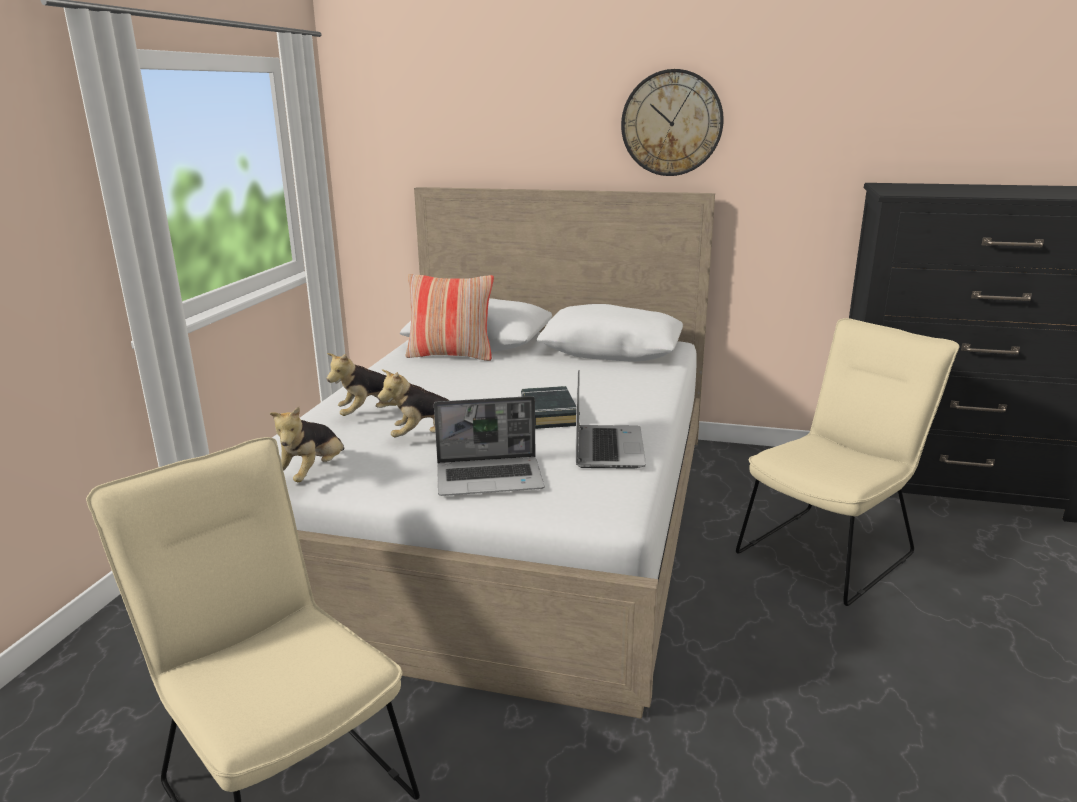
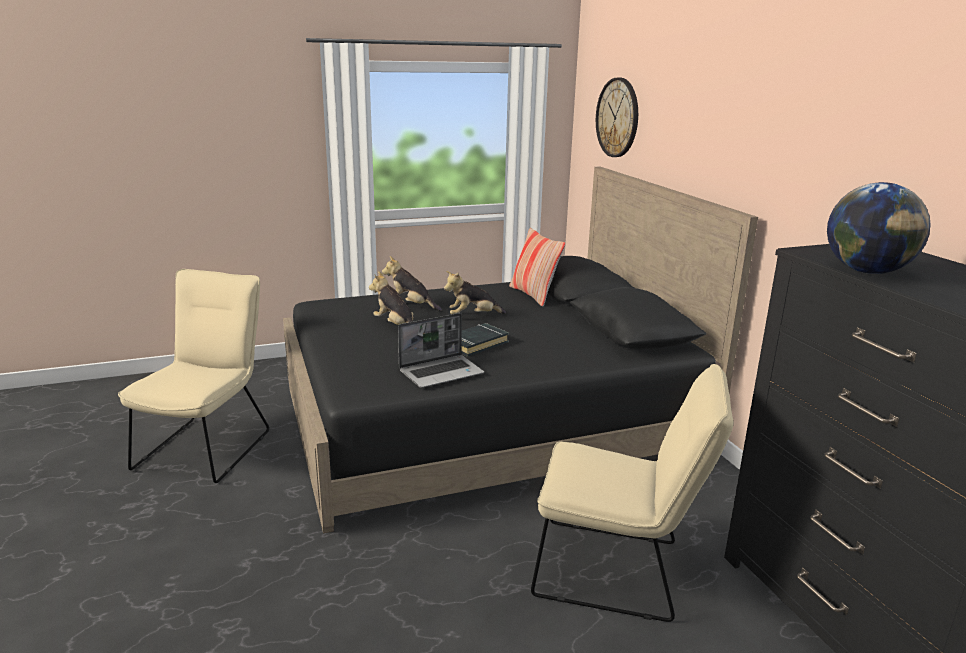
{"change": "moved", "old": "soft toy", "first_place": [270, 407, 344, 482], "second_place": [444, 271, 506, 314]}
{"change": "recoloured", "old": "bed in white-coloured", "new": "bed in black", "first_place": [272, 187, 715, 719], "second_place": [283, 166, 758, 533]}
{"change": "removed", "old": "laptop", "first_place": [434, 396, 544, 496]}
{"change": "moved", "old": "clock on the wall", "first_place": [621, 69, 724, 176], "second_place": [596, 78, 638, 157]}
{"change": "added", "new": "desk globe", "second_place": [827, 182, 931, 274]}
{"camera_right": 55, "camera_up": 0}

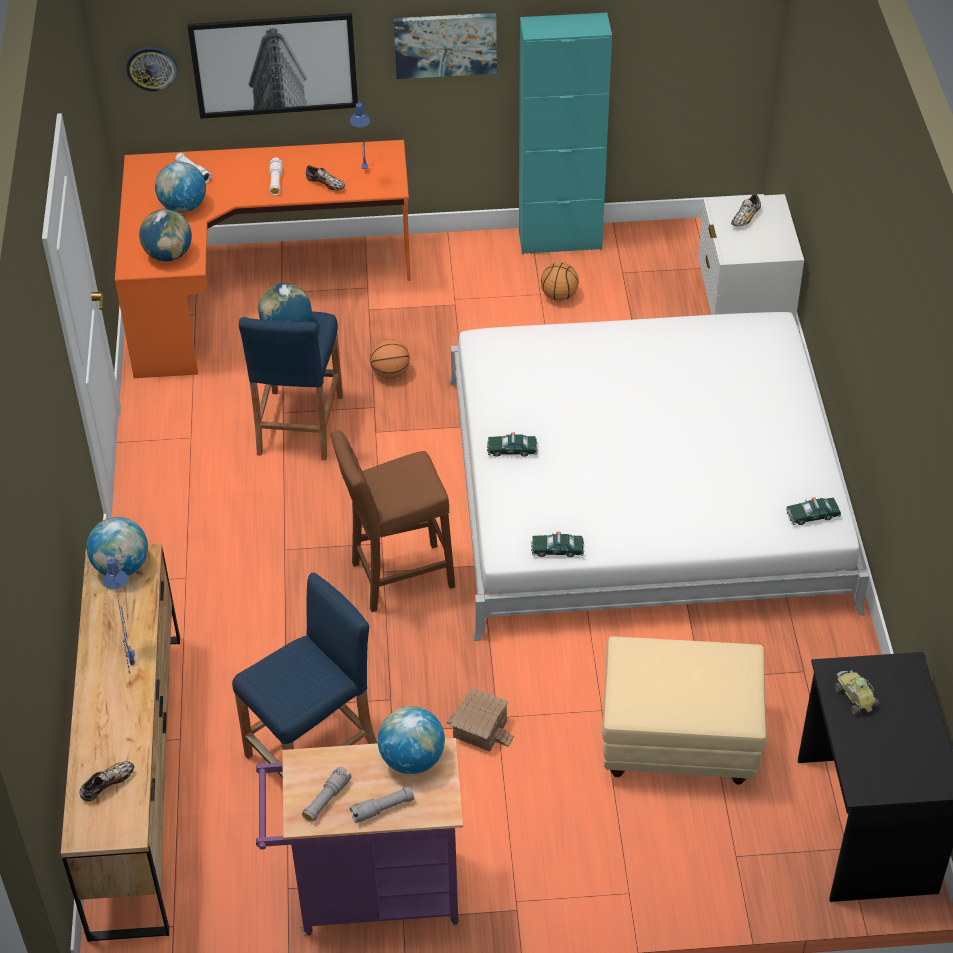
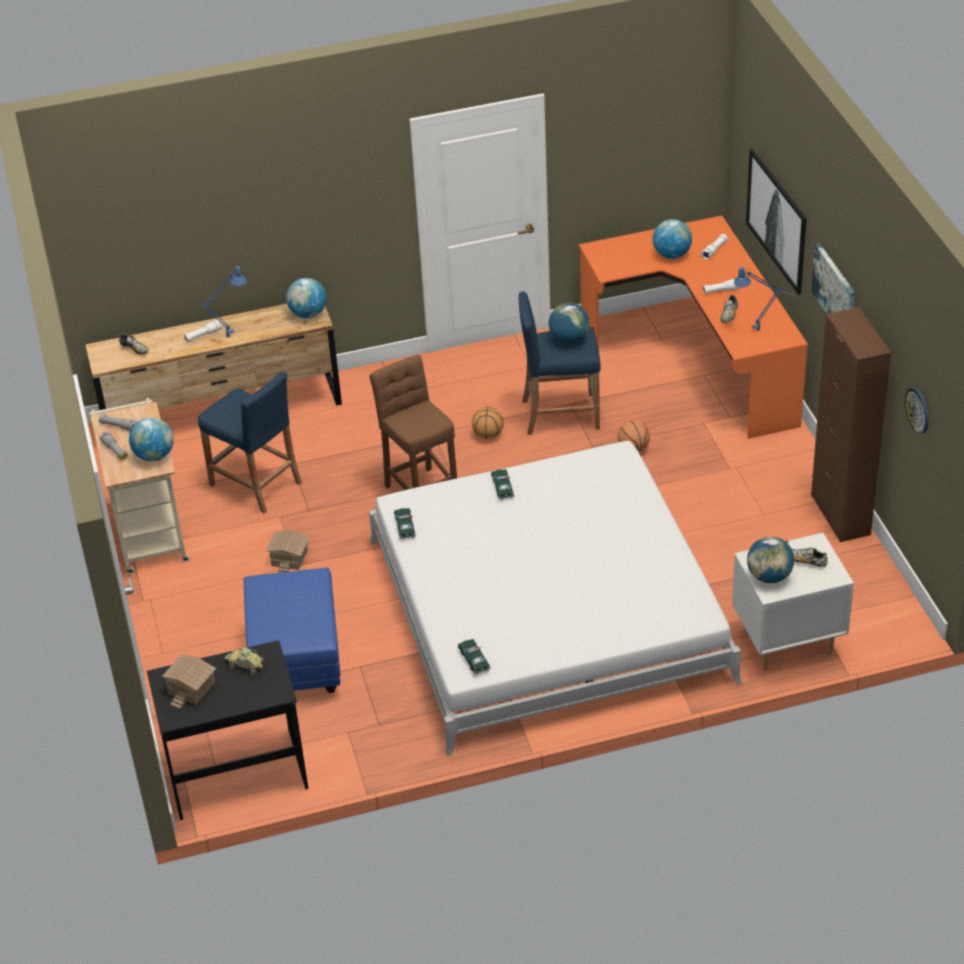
{"change": "moved", "old": "clock on the wall", "first_place": [126, 47, 177, 92], "second_place": [905, 387, 929, 434]}
{"change": "moved", "old": "desk globe", "first_place": [139, 209, 192, 261], "second_place": [747, 536, 794, 583]}
{"change": "recoloured", "old": "trolley in purple", "new": "trolley in beige", "first_place": [256, 738, 463, 935], "second_place": [89, 398, 190, 574]}
{"change": "recoloured", "old": "storage cabinet in turquoise", "new": "storage cabinet in brownish", "first_place": [519, 13, 612, 255], "second_place": [811, 307, 891, 542]}
{"change": "moved", "old": "ball for basketball", "first_place": [541, 262, 579, 301], "second_place": [472, 407, 504, 439]}
{"change": "recoloured", "old": "ottoman in beige", "new": "ottoman in bluish", "first_place": [602, 636, 767, 785], "second_place": [244, 568, 340, 693]}
{"change": "turned", "old": "miniature car", "first_place": [835, 670, 879, 716], "second_place": [225, 647, 265, 676], "degrees": -120}
{"change": "added", "new": "toy house", "second_place": [162, 654, 216, 709]}
{"change": "added", "new": "flashlight in white-coloured", "second_place": [184, 320, 222, 342]}
{"camera_right": 80, "camera_up": -5}

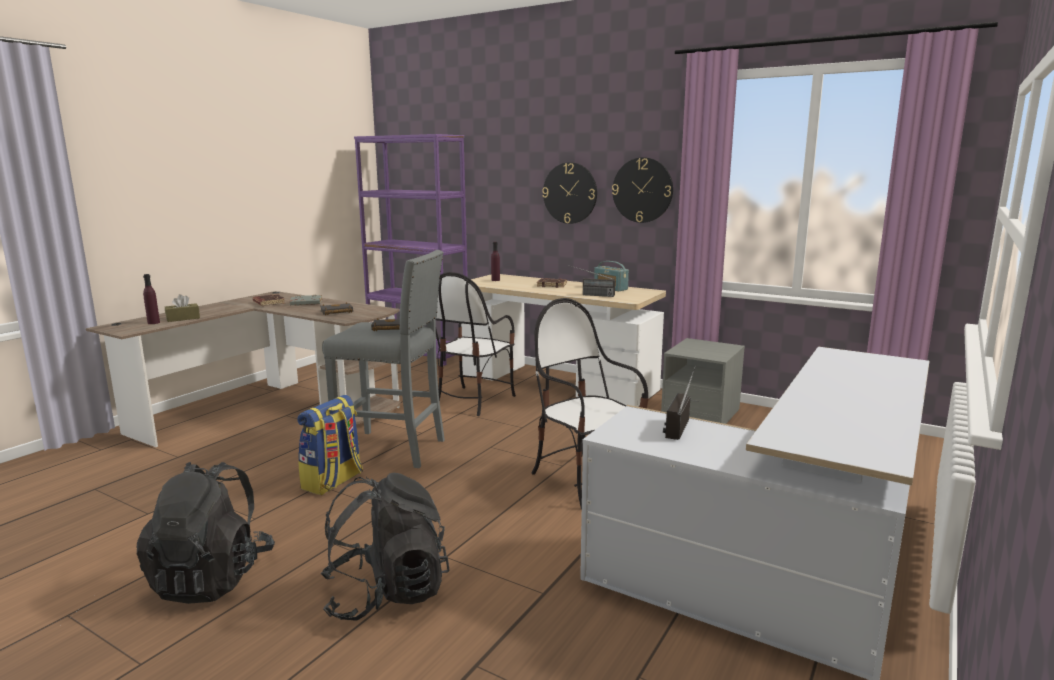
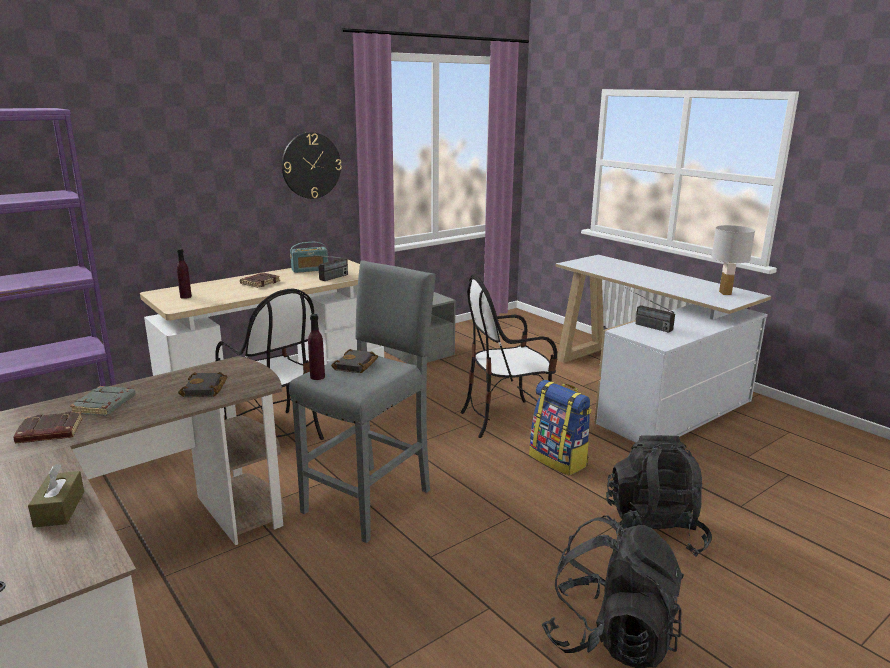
{"change": "moved", "old": "drink bottle in purple", "first_place": [143, 274, 160, 324], "second_place": [308, 314, 325, 380]}
{"change": "moved", "old": "rucksack", "first_place": [297, 395, 363, 495], "second_place": [529, 380, 592, 475]}
{"change": "removed", "old": "clock on the wall", "first_place": [542, 162, 597, 224]}
{"change": "added", "new": "lamp for a table in white-coloured", "second_place": [711, 225, 755, 295]}
{"camera_right": -70, "camera_up": 5}

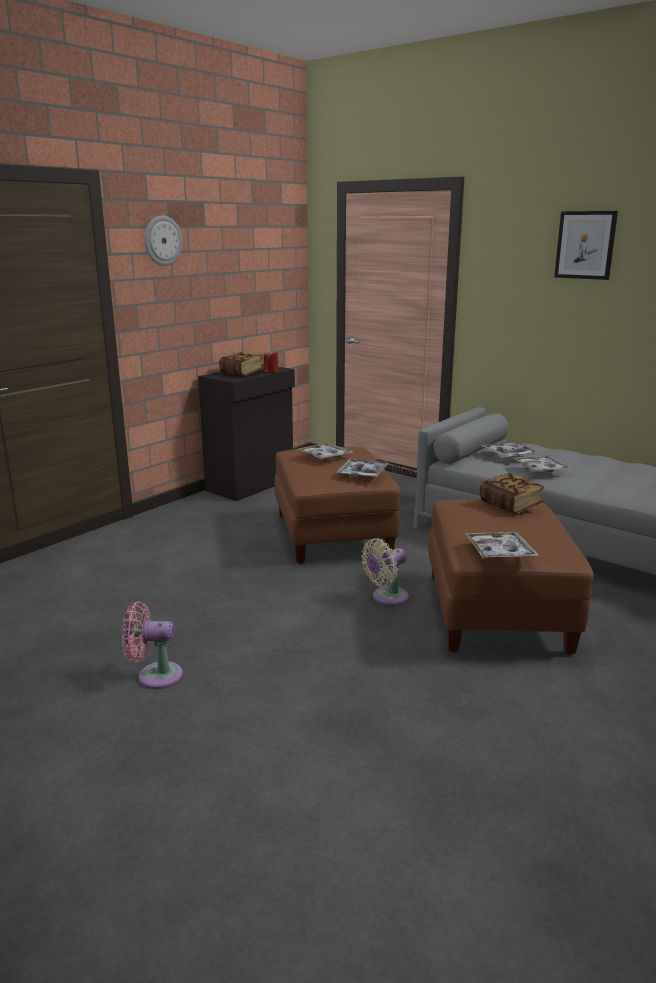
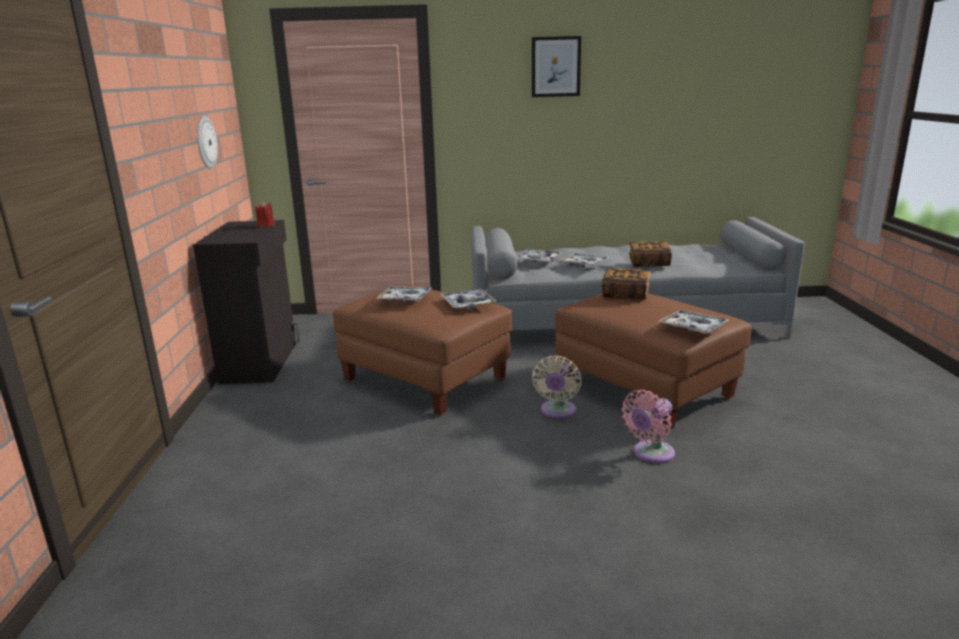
{"change": "moved", "old": "fan in pink", "first_place": [122, 601, 183, 689], "second_place": [622, 390, 675, 464]}
{"change": "moved", "old": "clock on the wall", "first_place": [144, 215, 183, 266], "second_place": [197, 116, 218, 169]}
{"change": "moved", "old": "book", "first_place": [219, 352, 264, 376], "second_place": [629, 241, 672, 267]}
{"camera_right": -40, "camera_up": 0}

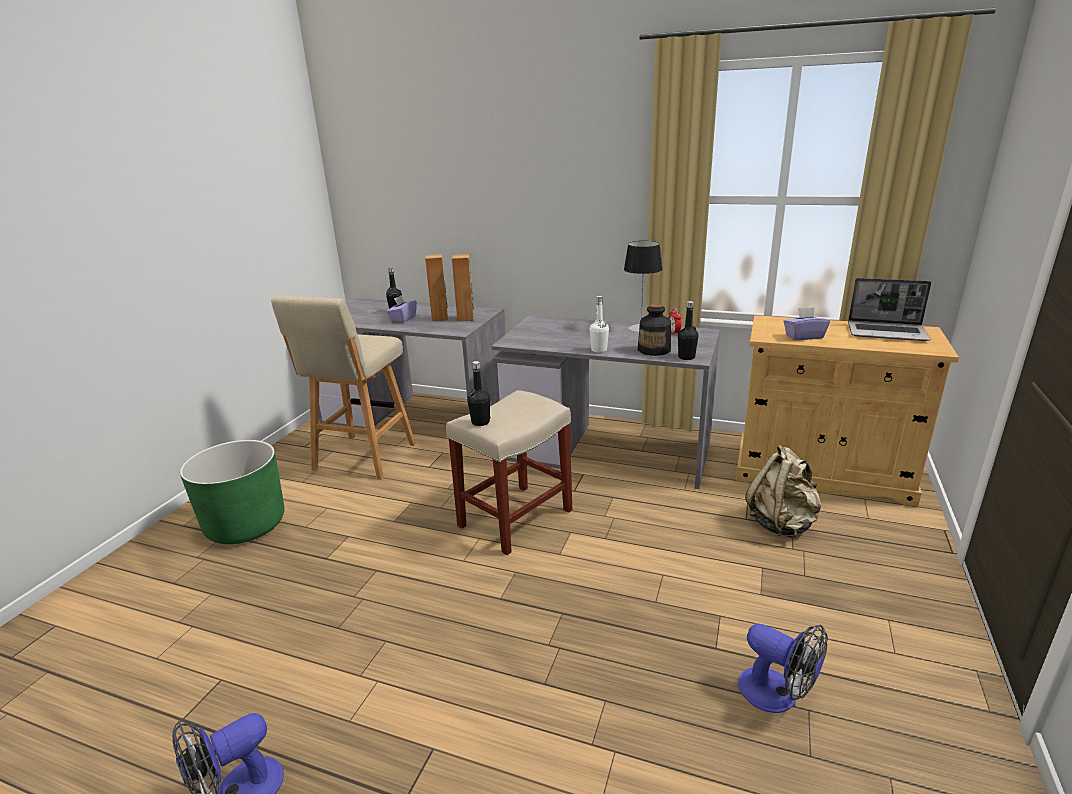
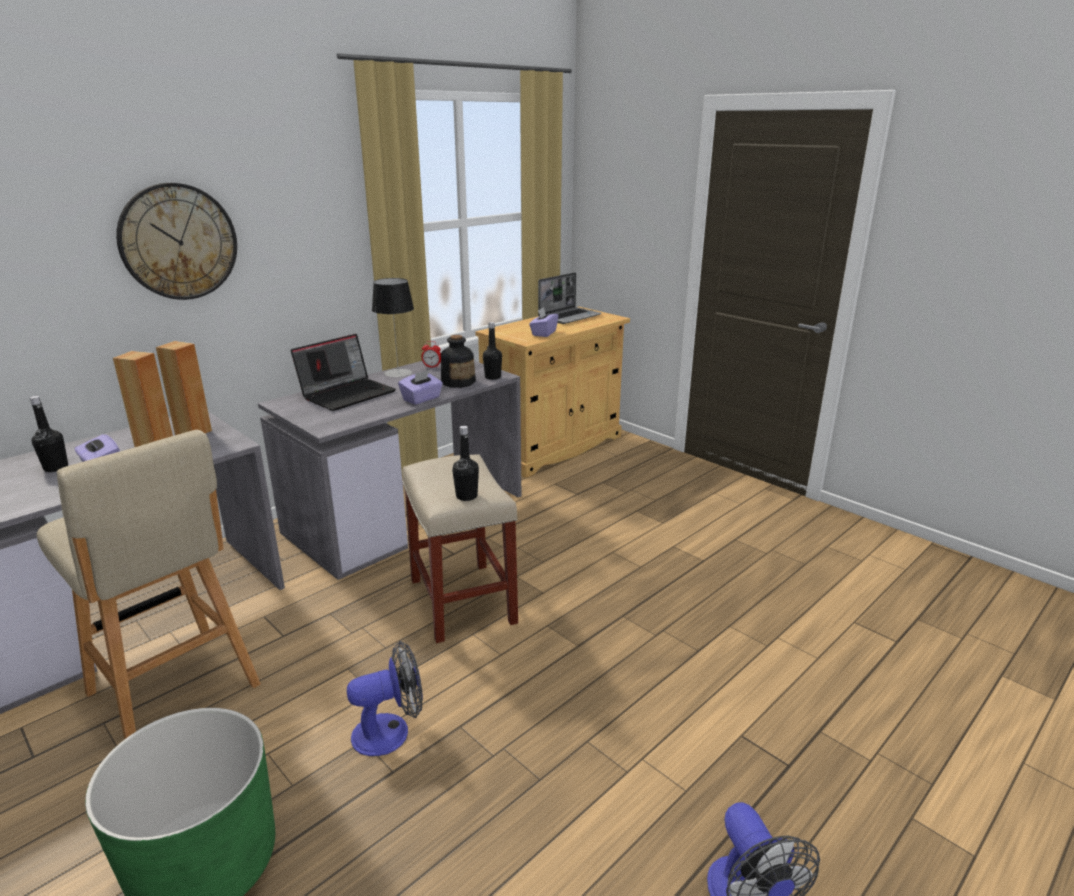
{"change": "replaced", "old": "drink bottle in white-coloured", "new": "box of tissues in purple", "first_place": [590, 296, 609, 353], "second_place": [398, 370, 443, 405]}
{"change": "moved", "old": "fan", "first_place": [738, 624, 828, 713], "second_place": [347, 641, 423, 756]}
{"change": "removed", "old": "rucksack in beige", "first_place": [745, 445, 822, 538]}
{"change": "added", "new": "clock on the wall", "second_place": [116, 183, 237, 300]}
{"change": "added", "new": "laptop", "second_place": [291, 334, 396, 411]}
{"camera_right": -65, "camera_up": 0}

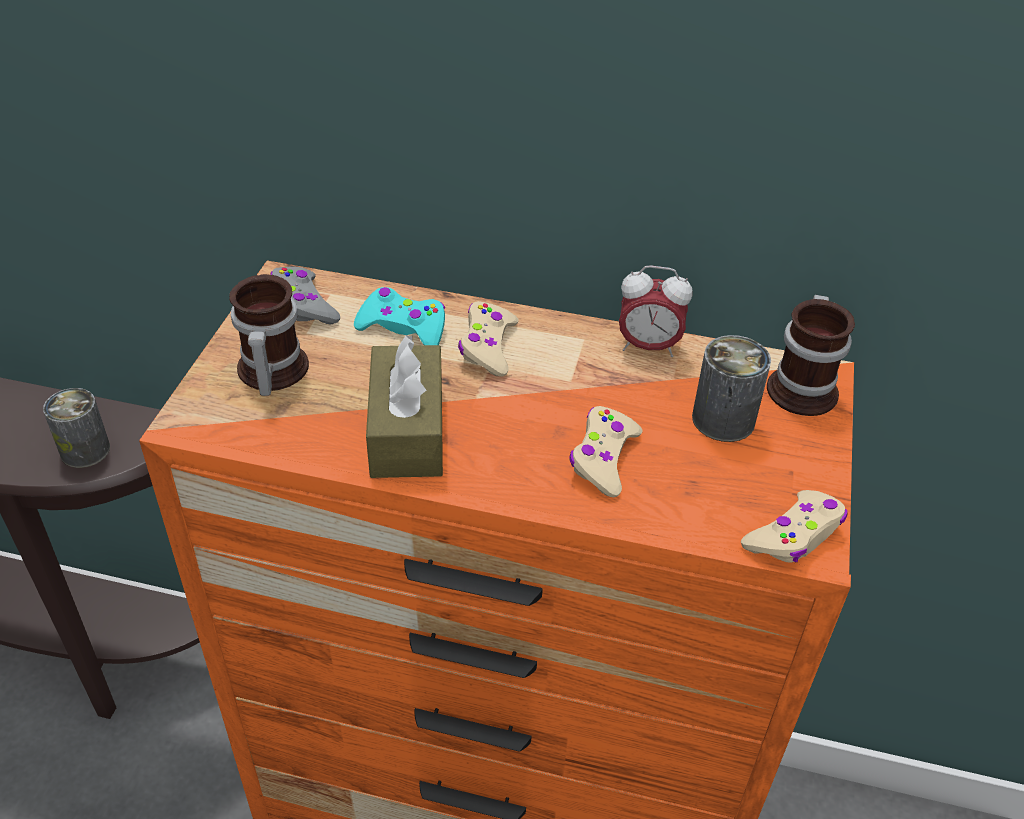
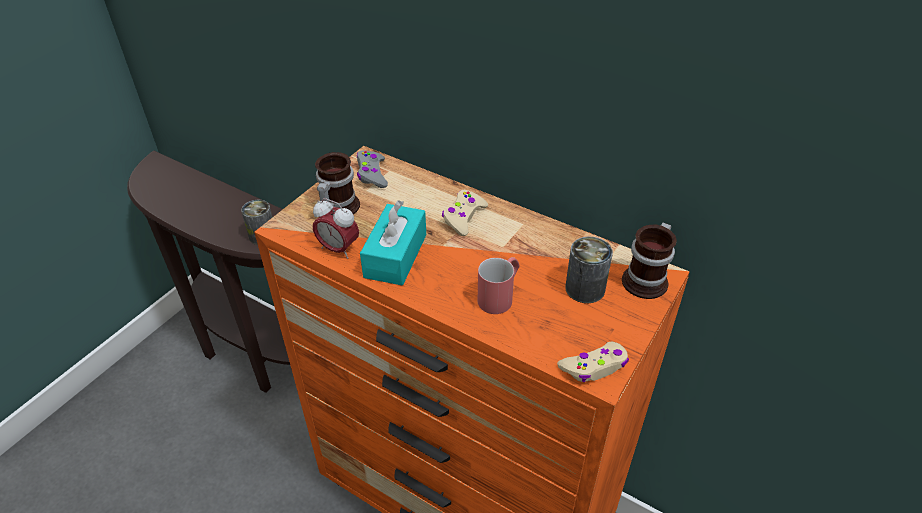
{"change": "removed", "old": "game controller in turquoise", "first_place": [354, 287, 445, 345]}
{"change": "recoloured", "old": "box of tissues in brownish", "new": "box of tissues in turquoise", "first_place": [366, 335, 443, 478], "second_place": [360, 200, 426, 285]}
{"change": "replaced", "old": "game controller in beige", "new": "mug in reddish", "first_place": [569, 406, 642, 497], "second_place": [478, 257, 520, 314]}
{"change": "moved", "old": "table clock", "first_place": [619, 265, 692, 357], "second_place": [313, 198, 359, 259]}
{"camera_right": 20, "camera_up": 0}

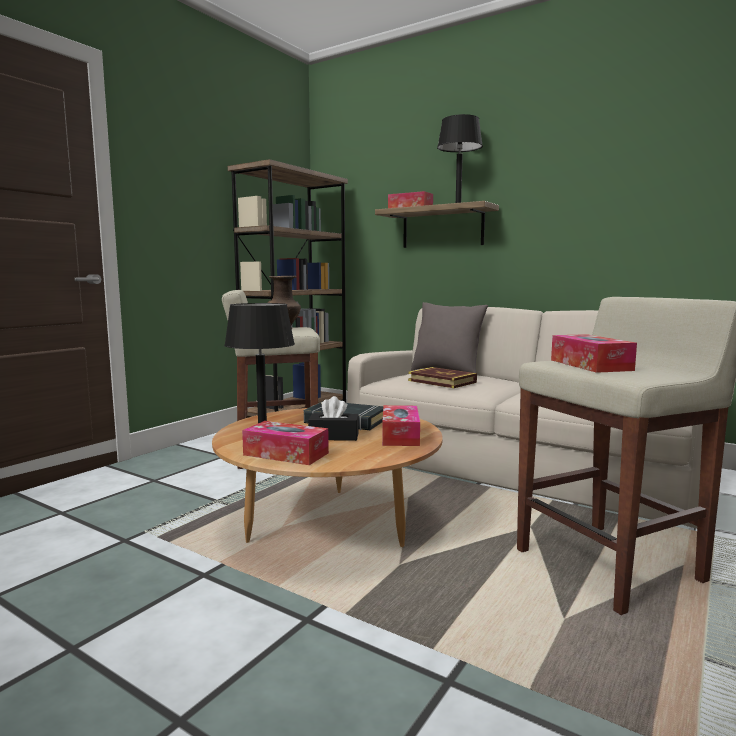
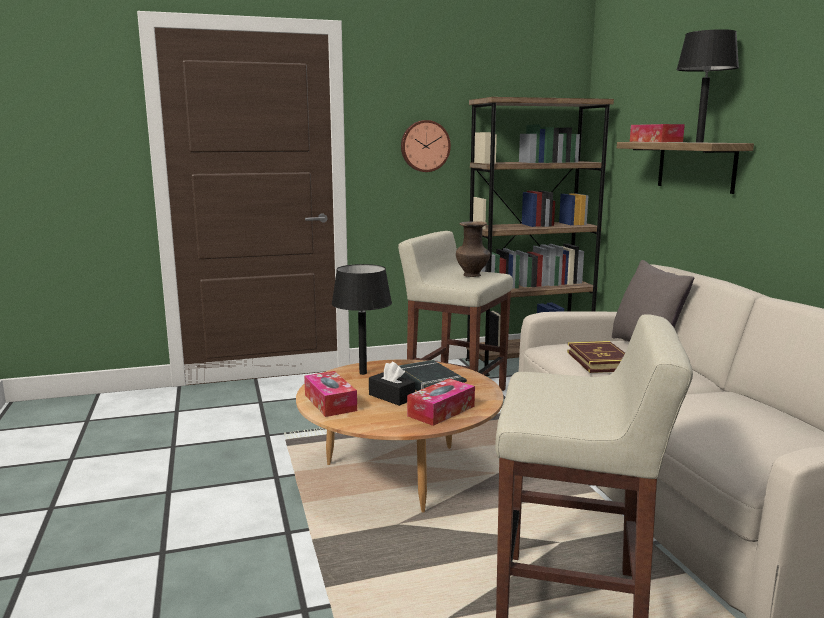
{"change": "removed", "old": "box of tissues", "first_place": [551, 334, 637, 373]}
{"change": "added", "new": "clock on the wall", "second_place": [401, 120, 451, 172]}
{"camera_right": 40, "camera_up": 5}

